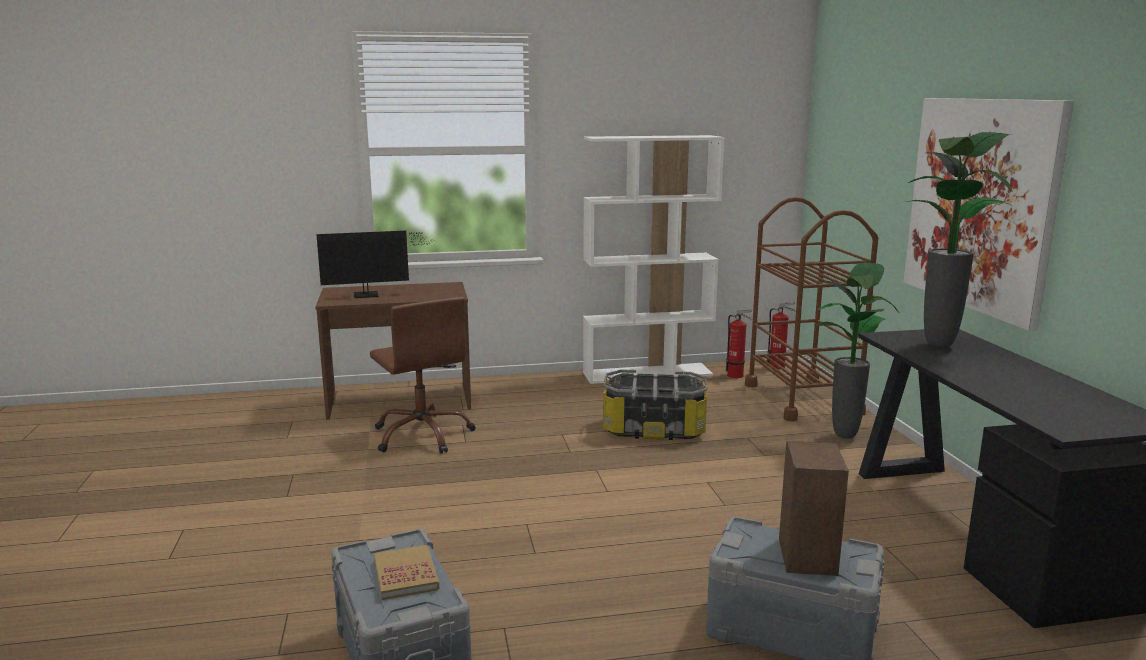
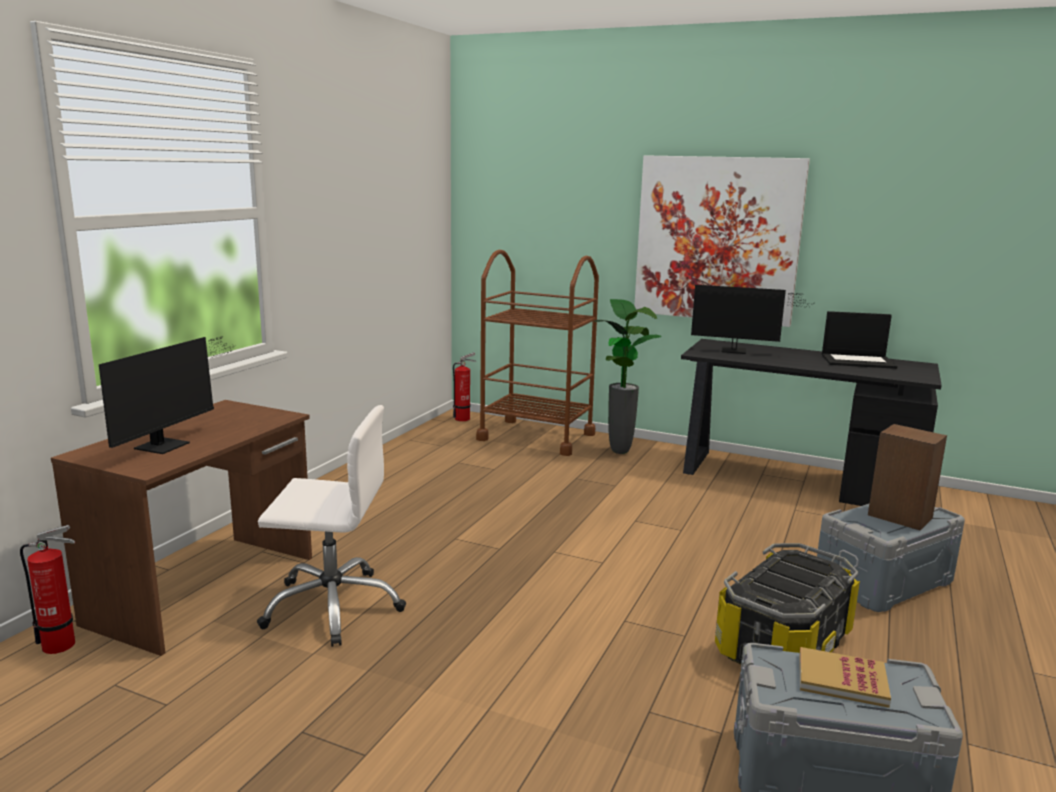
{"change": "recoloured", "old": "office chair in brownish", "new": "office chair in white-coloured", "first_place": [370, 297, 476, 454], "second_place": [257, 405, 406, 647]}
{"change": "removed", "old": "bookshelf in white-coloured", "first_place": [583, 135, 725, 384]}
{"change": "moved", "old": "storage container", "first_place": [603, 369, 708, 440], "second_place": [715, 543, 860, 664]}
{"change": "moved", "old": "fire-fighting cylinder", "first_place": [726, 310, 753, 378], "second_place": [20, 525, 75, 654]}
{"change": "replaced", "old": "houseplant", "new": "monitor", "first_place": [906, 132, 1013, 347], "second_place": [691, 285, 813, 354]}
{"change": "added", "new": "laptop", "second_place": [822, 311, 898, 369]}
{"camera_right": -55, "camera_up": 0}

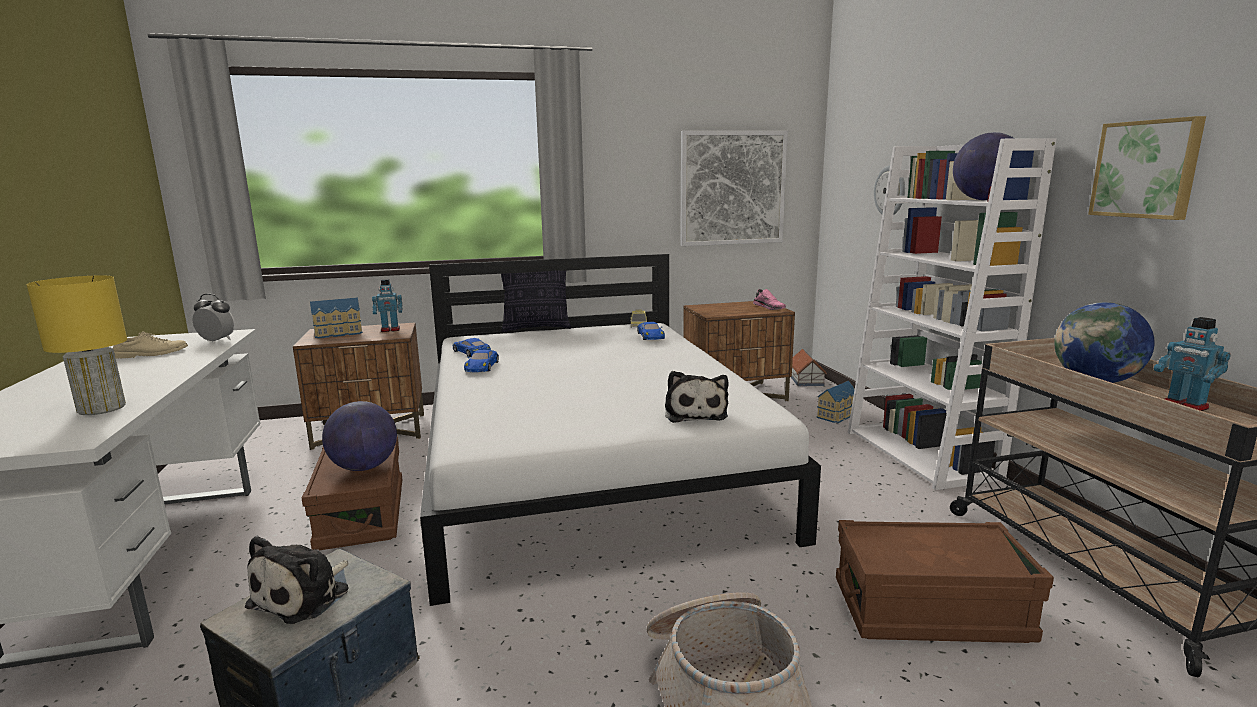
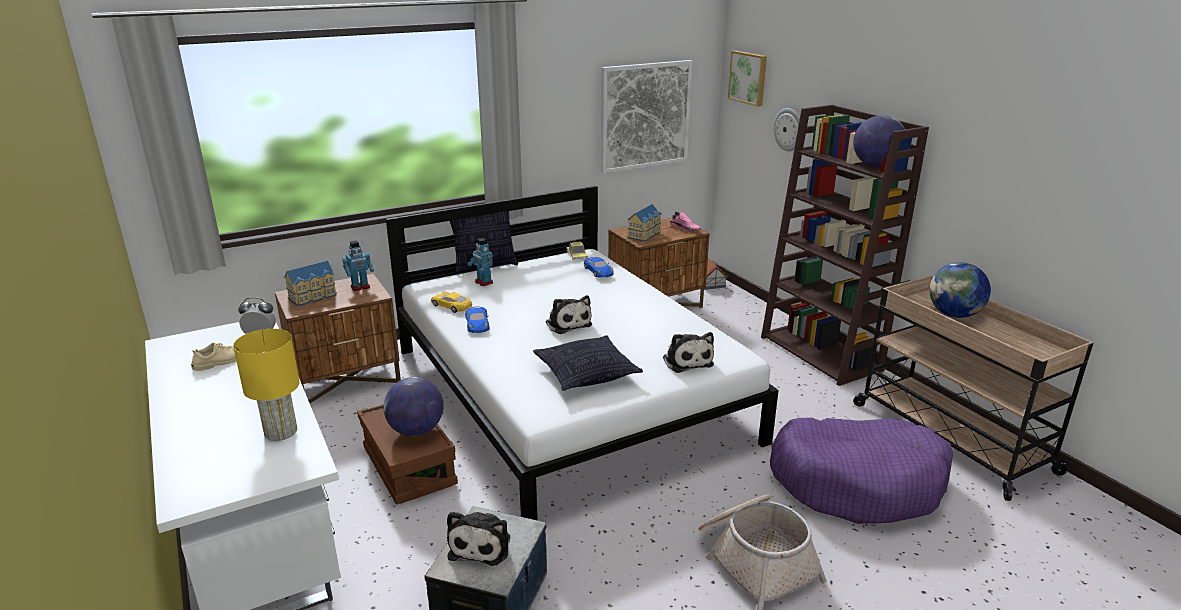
{"change": "recoloured", "old": "miniature car in bluish", "new": "miniature car in yellowish", "first_place": [453, 338, 491, 357], "second_place": [431, 292, 472, 313]}
{"change": "moved", "old": "toy house", "first_place": [816, 380, 855, 423], "second_place": [627, 204, 661, 241]}
{"change": "replaced", "old": "storage container in brownish", "new": "pet bed in purple", "first_place": [836, 520, 1054, 643], "second_place": [770, 418, 953, 524]}
{"change": "recoloured", "old": "bookshelf in white-coloured", "new": "bookshelf in brownish", "first_place": [848, 138, 1056, 490], "second_place": [761, 105, 929, 386]}
{"change": "moved", "old": "wall picture", "first_place": [1088, 116, 1206, 220], "second_place": [728, 51, 767, 107]}
{"change": "moved", "old": "toy robot", "first_place": [1154, 317, 1231, 411], "second_place": [467, 238, 493, 286]}
{"change": "added", "new": "throw pillow", "second_place": [533, 335, 643, 391]}
{"change": "added", "new": "soft toy", "second_place": [545, 295, 592, 334]}
{"camera_right": -15, "camera_up": 10}

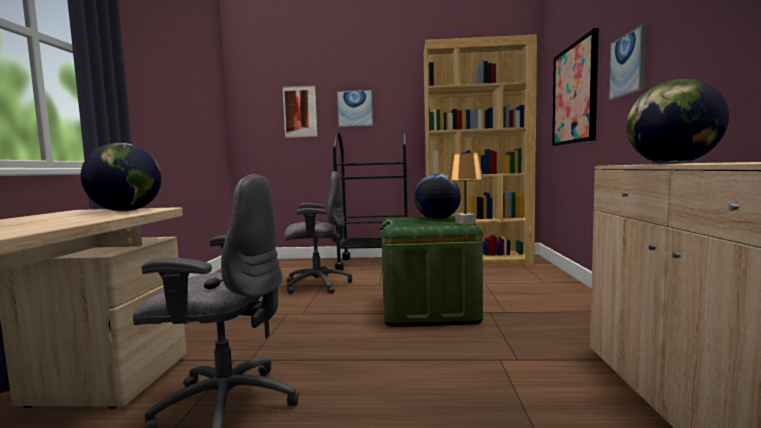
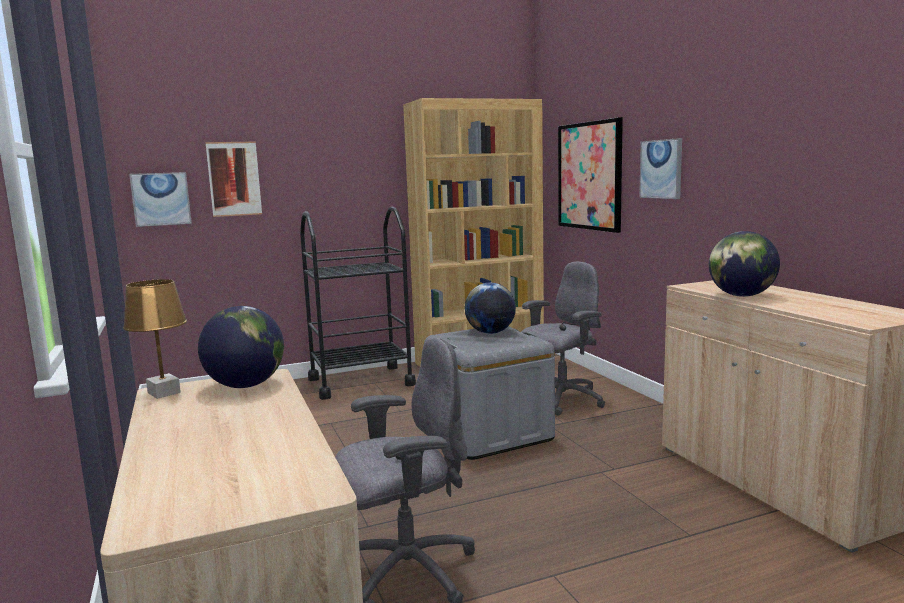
{"change": "moved", "old": "office chair in grey", "first_place": [284, 171, 352, 294], "second_place": [521, 262, 605, 416]}
{"change": "moved", "old": "wall picture", "first_place": [337, 90, 373, 127], "second_place": [129, 172, 192, 227]}
{"change": "recoloured", "old": "storage container in greenish", "new": "storage container in grey", "first_place": [380, 216, 483, 327], "second_place": [424, 326, 555, 460]}
{"change": "moved", "old": "lamp for a table in brownish", "first_place": [447, 153, 484, 225], "second_place": [123, 279, 187, 399]}
{"camera_right": -25, "camera_up": 5}

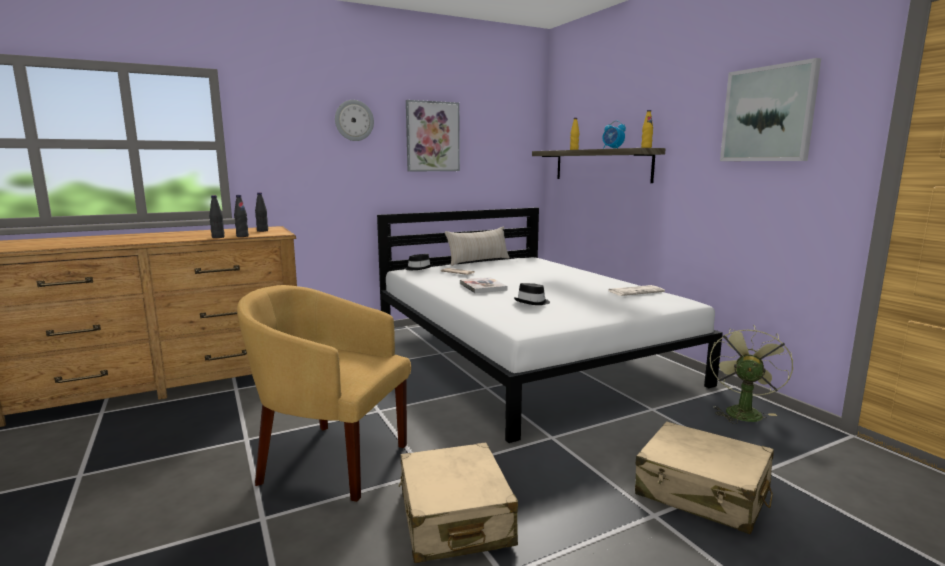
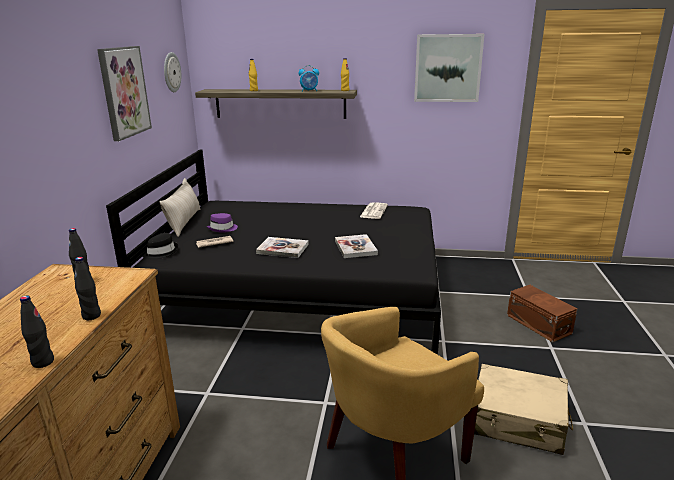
{"change": "moved", "old": "drink bottle in black", "first_place": [234, 195, 249, 237], "second_place": [20, 295, 54, 368]}
{"change": "moved", "old": "clock on the wall", "first_place": [335, 100, 374, 141], "second_place": [164, 52, 181, 92]}
{"change": "recoloured", "old": "bed in white-coloured", "new": "bed in black", "first_place": [377, 207, 723, 443], "second_place": [106, 150, 441, 355]}
{"change": "replaced", "old": "hat in black", "new": "book", "first_place": [514, 283, 550, 305], "second_place": [335, 234, 378, 258]}
{"change": "replaced", "old": "suitcase in beige", "new": "storage container in brownish", "first_place": [635, 421, 774, 534], "second_place": [507, 285, 577, 342]}
{"change": "removed", "old": "fan in greenish", "first_place": [710, 325, 793, 424]}
{"change": "added", "new": "hat in purple", "second_place": [207, 213, 238, 233]}
{"camera_right": -55, "camera_up": 10}

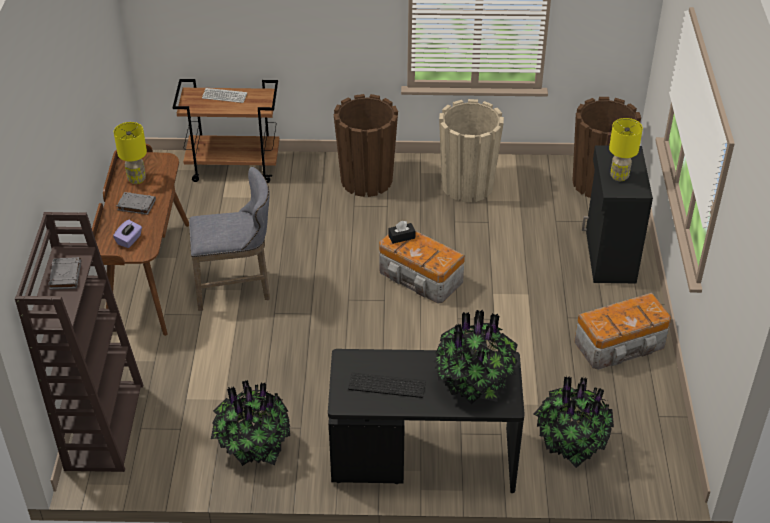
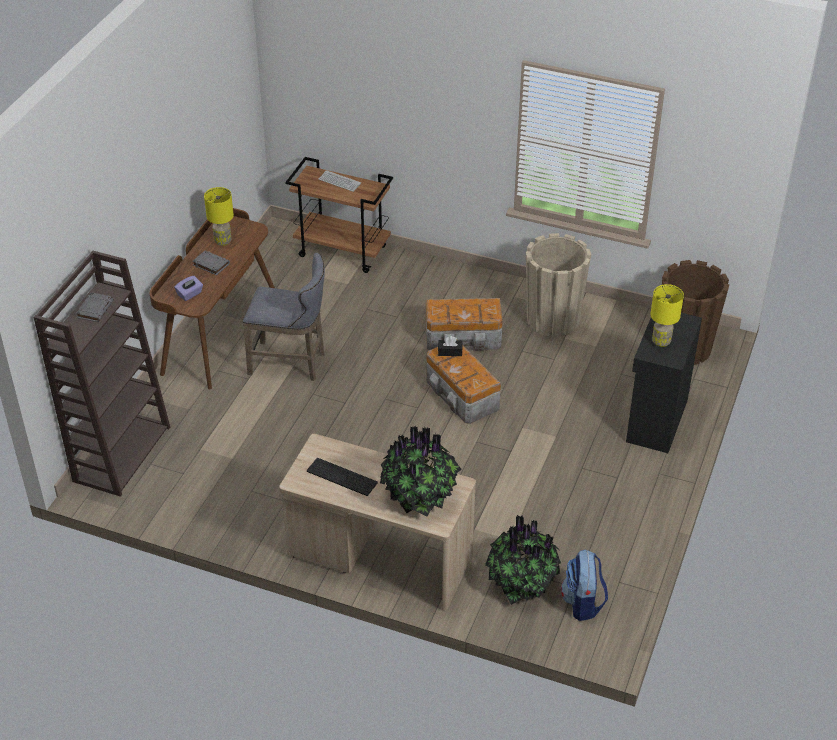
{"change": "removed", "old": "houseplant", "first_place": [211, 380, 290, 466]}
{"change": "recoloured", "old": "desk in black", "new": "desk in beige", "first_place": [328, 349, 525, 493], "second_place": [279, 434, 476, 611]}
{"change": "removed", "old": "planter in brownish", "first_place": [333, 94, 398, 197]}
{"change": "moved", "old": "storage container", "first_place": [574, 293, 671, 370], "second_place": [426, 298, 503, 351]}
{"change": "added", "new": "rucksack", "second_place": [561, 549, 608, 621]}
{"camera_right": 20, "camera_up": 0}

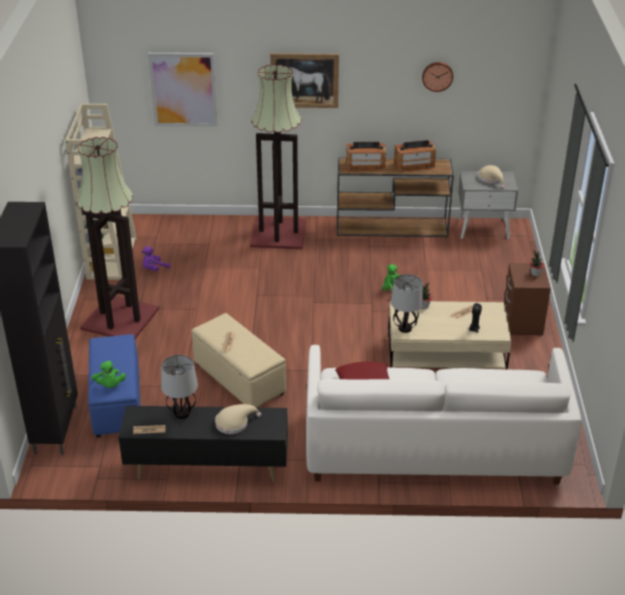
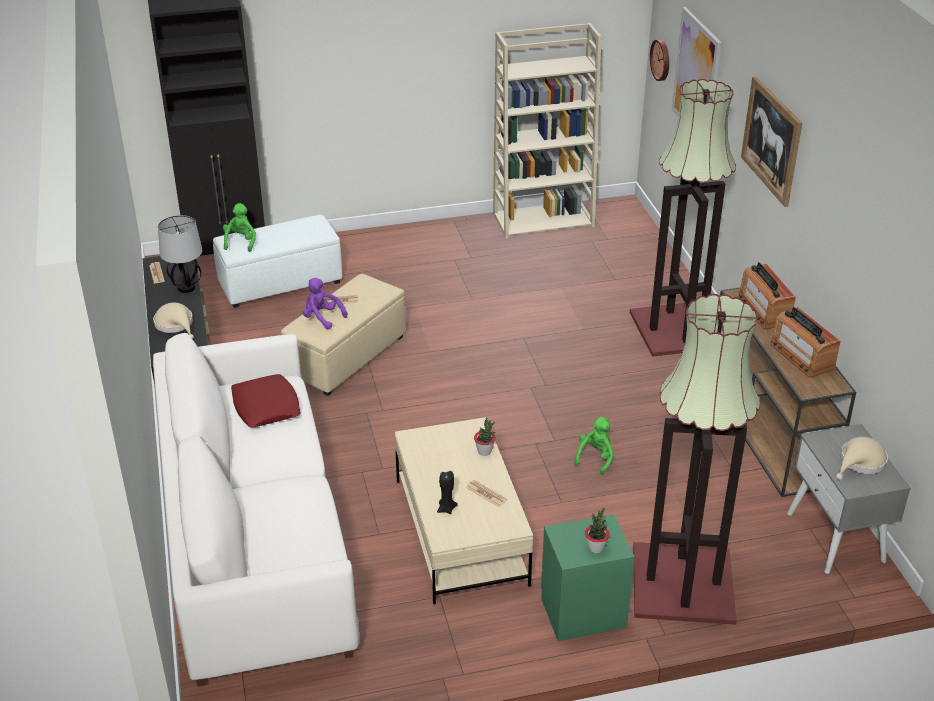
{"change": "moved", "old": "floor lamp", "first_place": [76, 137, 159, 339], "second_place": [633, 294, 760, 625]}
{"change": "recoloured", "old": "ottoman in bluish", "new": "ottoman in white-coloured", "first_place": [88, 334, 140, 438], "second_place": [213, 215, 342, 308]}
{"change": "turned", "old": "soft toy in greenish", "first_place": [91, 360, 126, 388], "second_place": [223, 203, 256, 252], "degrees": 135}
{"change": "moved", "old": "soft toy in purple", "first_place": [141, 246, 170, 271], "second_place": [303, 278, 347, 329]}
{"change": "removed", "old": "lamp for a table", "first_place": [391, 274, 423, 333]}
{"change": "moved", "old": "clock on the wall", "first_place": [422, 62, 453, 92], "second_place": [650, 39, 669, 81]}
{"change": "recoloured", "old": "nightstand in brownish", "new": "nightstand in greenish", "first_place": [504, 263, 551, 335], "second_place": [541, 514, 635, 641]}
{"camera_right": 75, "camera_up": 0}

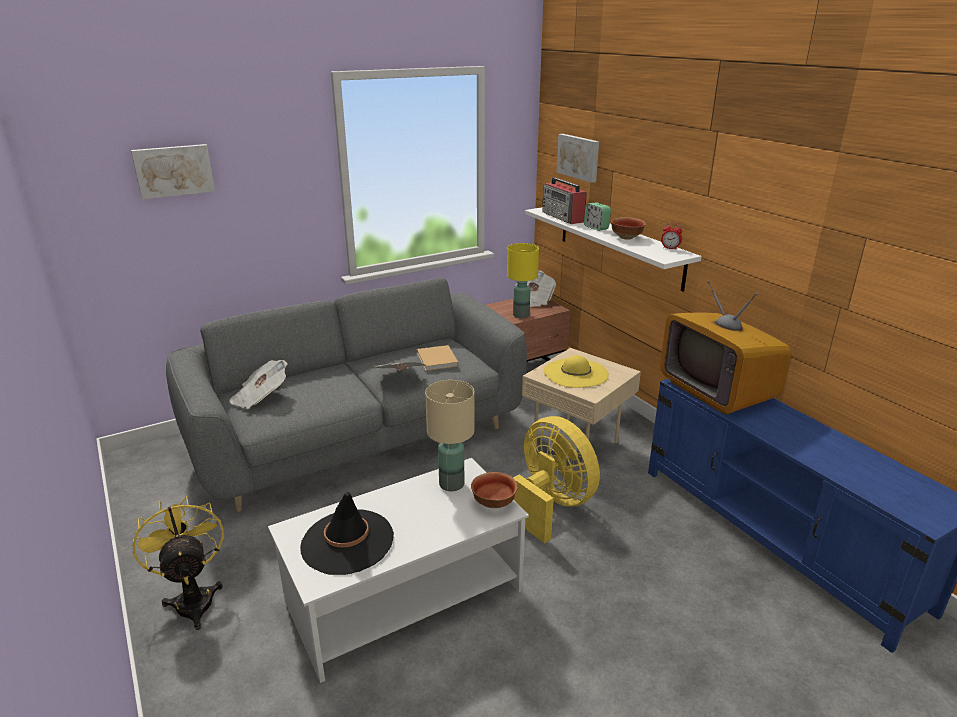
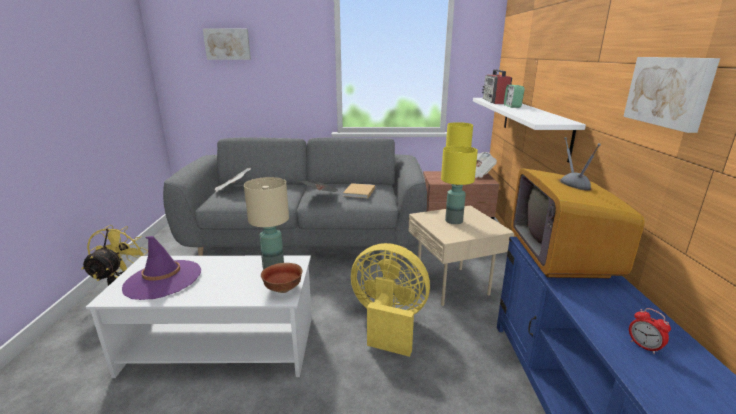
{"change": "recoloured", "old": "hat in black", "new": "hat in purple", "first_place": [300, 492, 394, 575], "second_place": [122, 236, 201, 300]}
{"change": "turned", "old": "fan in yellowish", "first_place": [513, 416, 600, 543], "second_place": [351, 243, 430, 357], "degrees": -60}
{"change": "replaced", "old": "hat in yellowish", "new": "lamp for a table in yellowish", "first_place": [544, 355, 609, 388], "second_place": [441, 146, 478, 224]}
{"change": "moved", "old": "wall picture", "first_place": [557, 134, 599, 183], "second_place": [623, 57, 720, 133]}
{"change": "removed", "old": "deep dish", "first_place": [611, 217, 646, 239]}
{"change": "moved", "old": "table clock", "first_place": [661, 223, 682, 249], "second_place": [629, 308, 671, 354]}
{"camera_right": 30, "camera_up": -5}

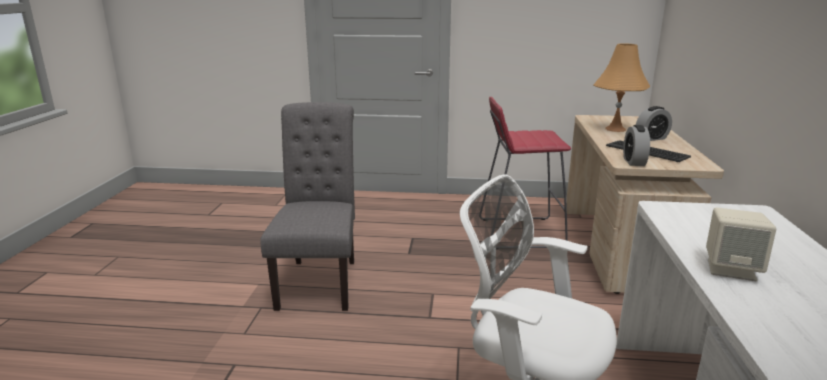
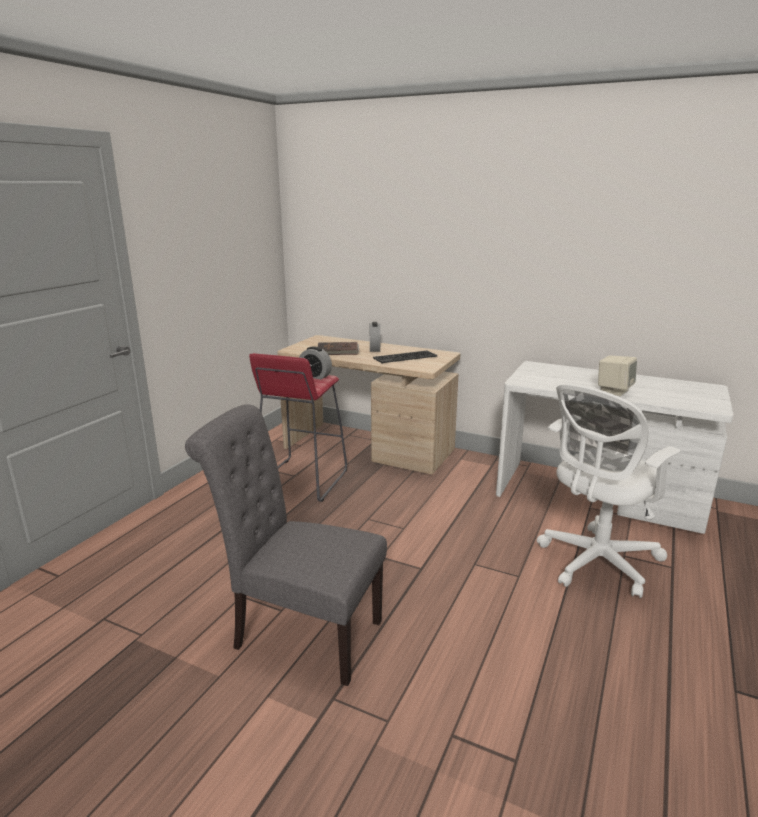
{"change": "replaced", "old": "lamp for a table in orangey", "new": "book in brownish", "first_place": [593, 44, 650, 132], "second_place": [318, 342, 359, 355]}
{"change": "moved", "old": "table clock", "first_place": [623, 125, 650, 166], "second_place": [299, 346, 332, 379]}
{"camera_right": -70, "camera_up": 0}

